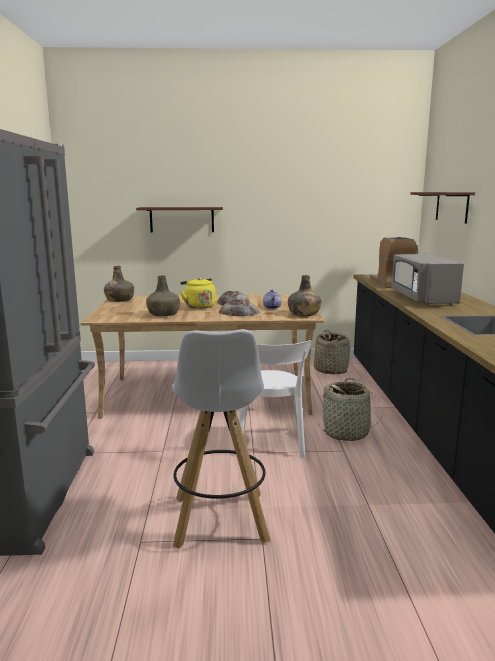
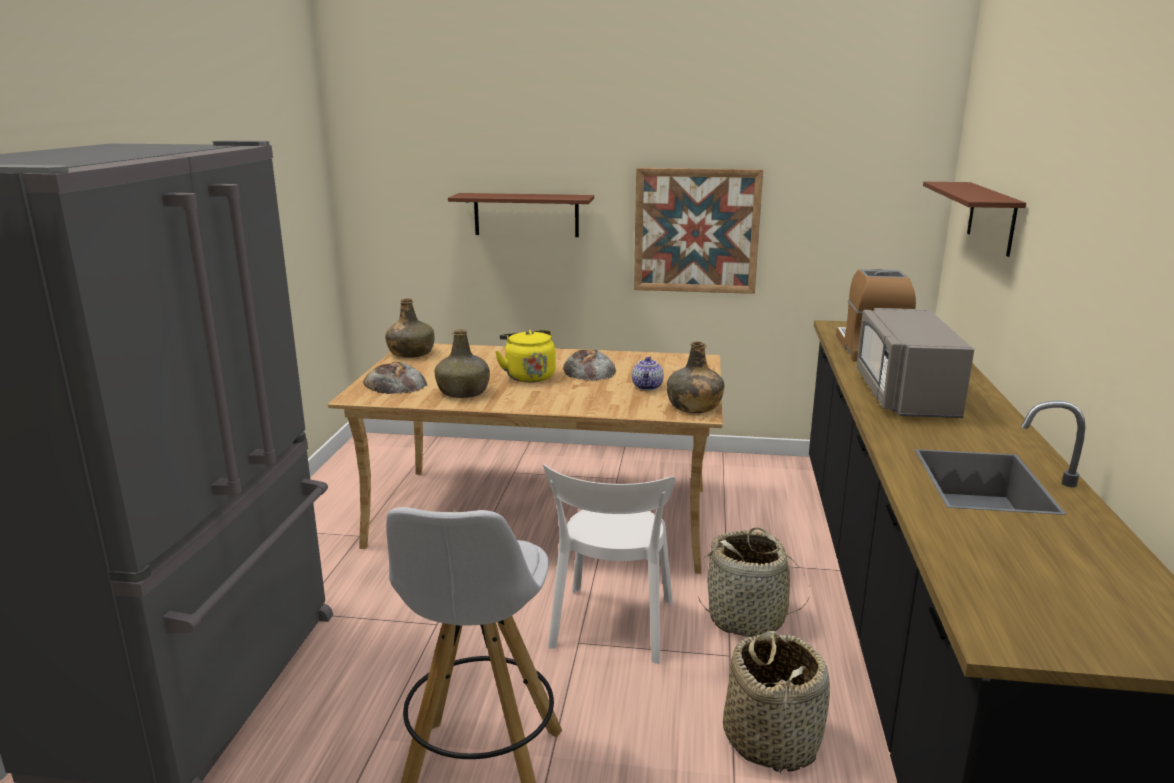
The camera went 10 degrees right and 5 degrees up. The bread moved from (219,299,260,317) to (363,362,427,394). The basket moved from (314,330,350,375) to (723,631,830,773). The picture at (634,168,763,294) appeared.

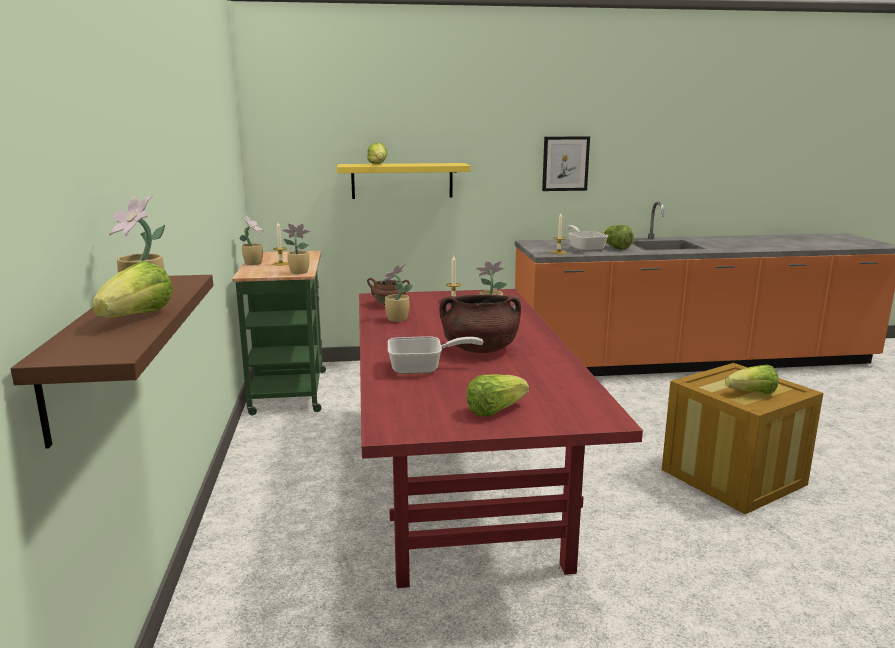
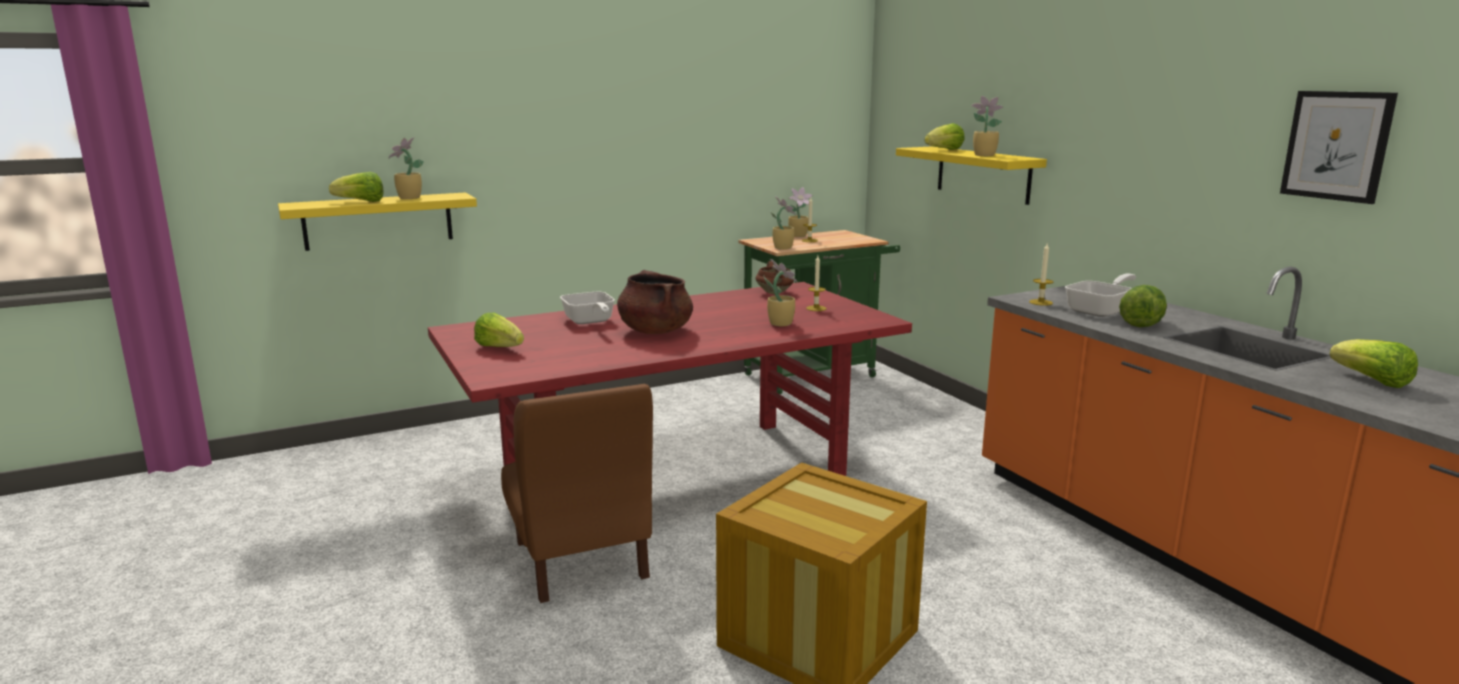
The camera went 70 degrees right and 0 degrees up. The picture moved from (542,136,590,191) to (1280,91,1398,204). The potted plant moved from (381,263,413,322) to (971,96,1004,156). The brown shelf at (11,275,213,449) became the yellow shelf at (278,192,477,251). The lettuce moved from (725,365,778,394) to (1329,339,1418,388). The brown chair at (501,384,653,603) appeared.

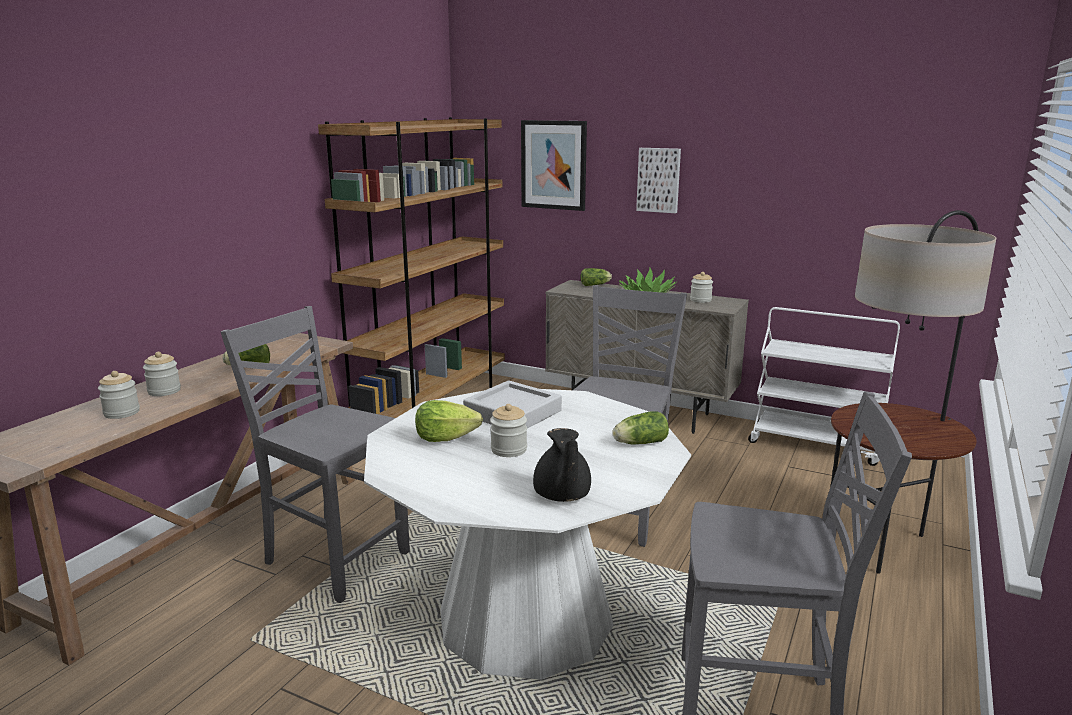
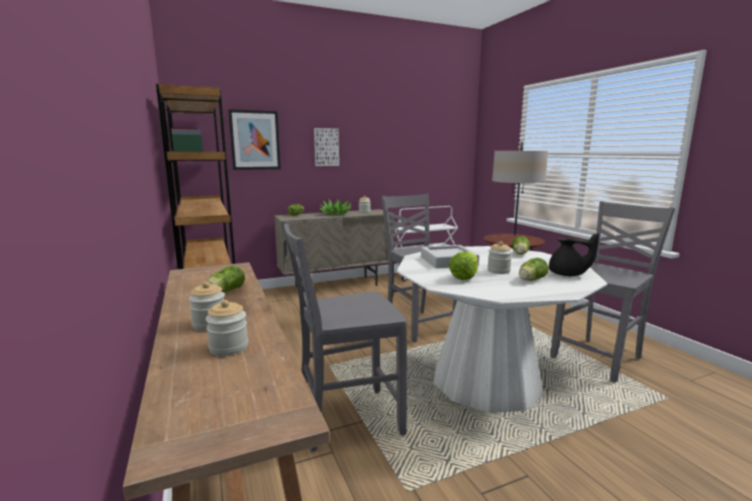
The camera went 50 degrees left and 5 degrees down. The lettuce at (519,258,549,281) appeared.

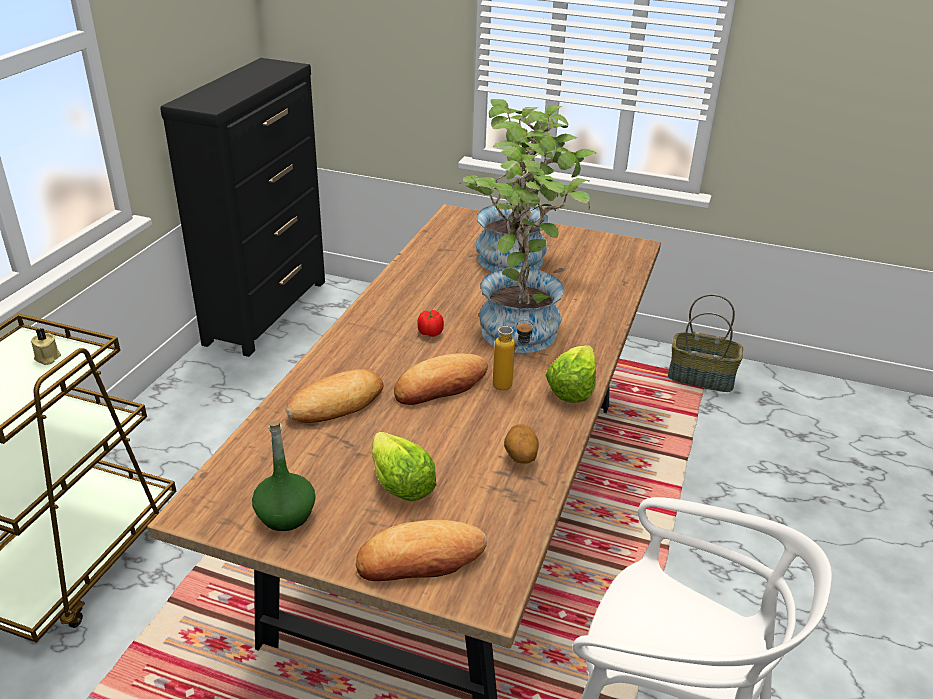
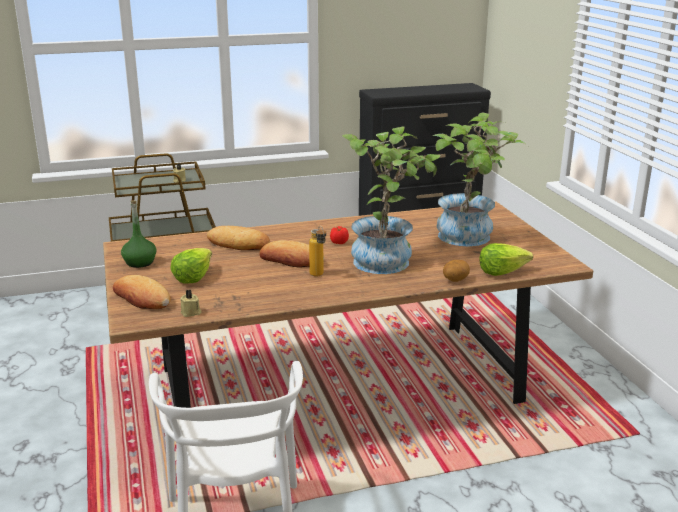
The camera went 55 degrees right and 10 degrees down. The basket at (668,294,743,392) disappeared. The lettuce moved from (545,345,596,403) to (479,243,533,276). The potato moved from (504,424,539,463) to (443,260,470,282). The beige candle at (180,289,201,317) appeared.

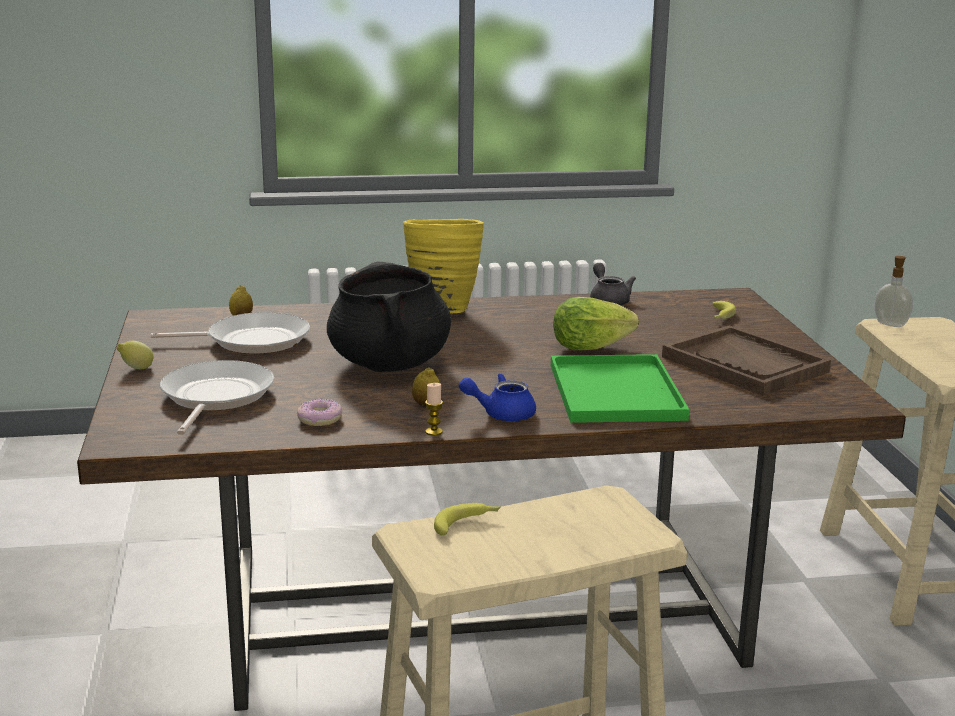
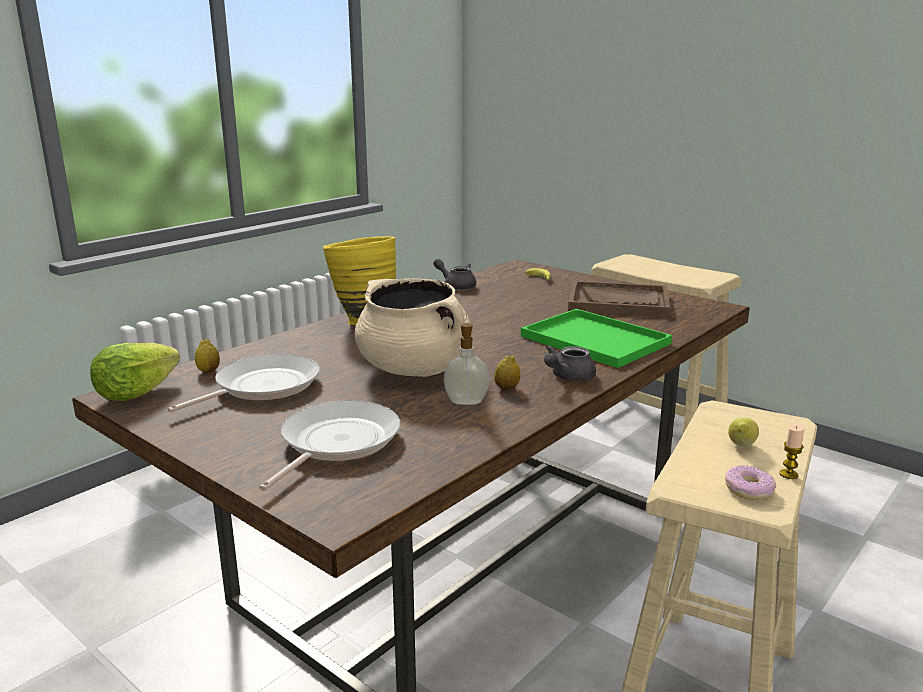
The camera went 40 degrees left and 0 degrees up. The soap dispenser moved from (874,256,913,327) to (444,323,489,405). The black cooking pot at (327,262,451,372) became the beige cooking pot at (355,278,472,377). The lettuce moved from (553,297,639,350) to (90,343,180,401). The lemon moved from (117,341,153,369) to (728,417,759,446). The frying pan at (160,360,274,435) turned 60 degrees clockwise. The blue teapot at (459,373,536,421) became the grey teapot at (544,345,596,381). The candle moved from (425,383,443,436) to (779,425,805,479). The donut moved from (297,399,342,426) to (725,465,776,500). The banana at (434,503,501,535) disappeared.

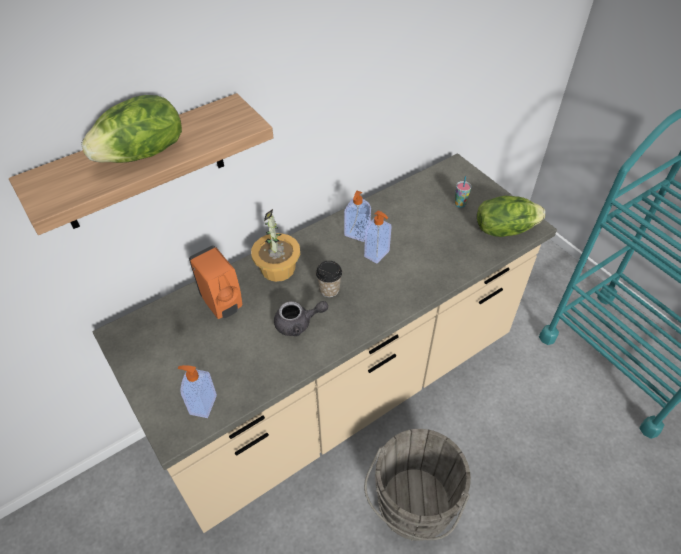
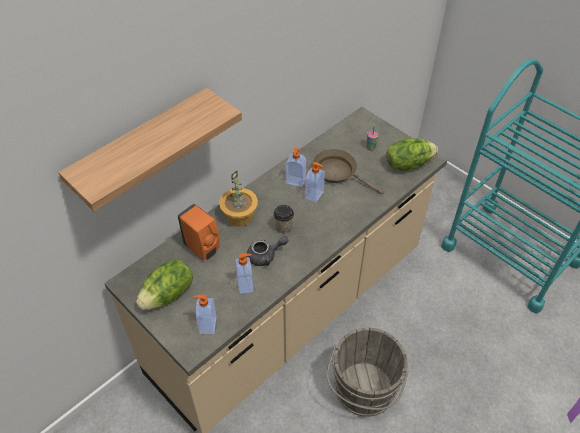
The camera went 10 degrees left and 0 degrees up. The lettuce moved from (81,95,182,163) to (136,260,193,310). The brown frying pan at (312,149,384,194) appeared. The soap dispenser at (235,253,253,294) appeared.

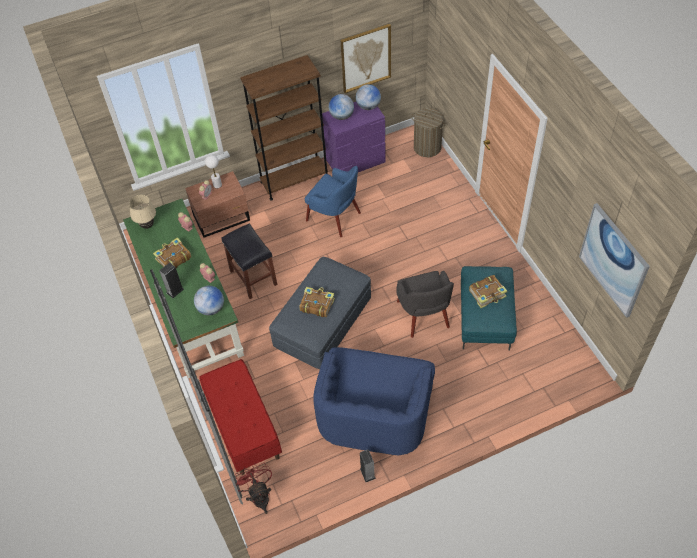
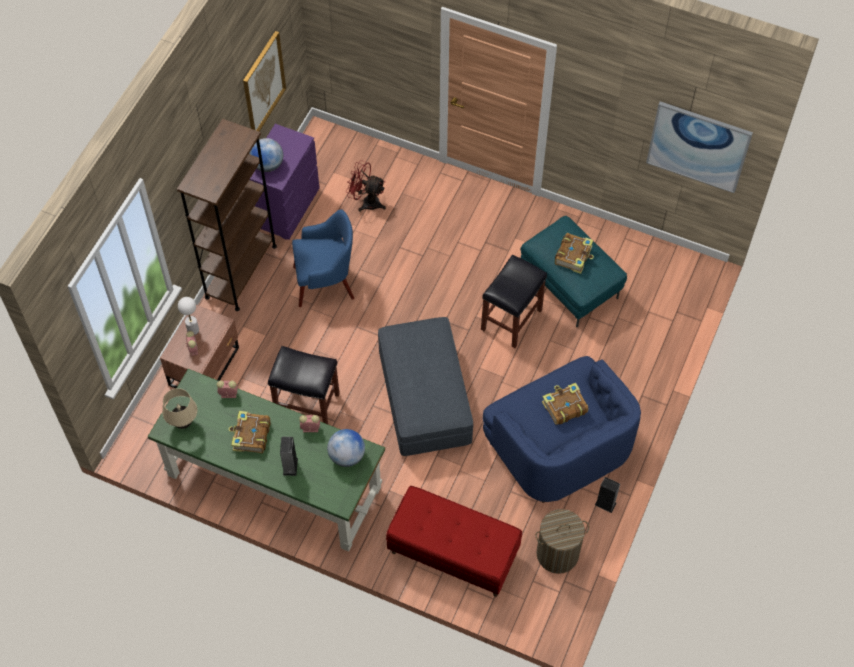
The camera went 45 degrees left and 5 degrees up. The globe at (356,84,381,110) disappeared. The laundry basket moved from (412,108,446,157) to (535,509,589,574). The grey armchair at (396,271,454,338) was replaced by the black stool at (481,255,547,348). The book moved from (299,287,335,317) to (542,383,588,425). The red fan moved from (235,462,272,514) to (346,160,386,212).

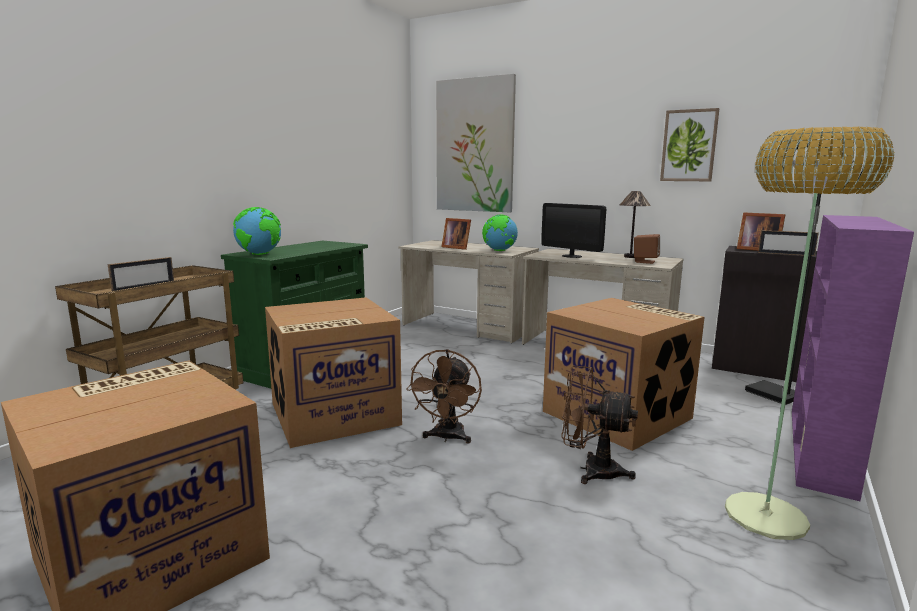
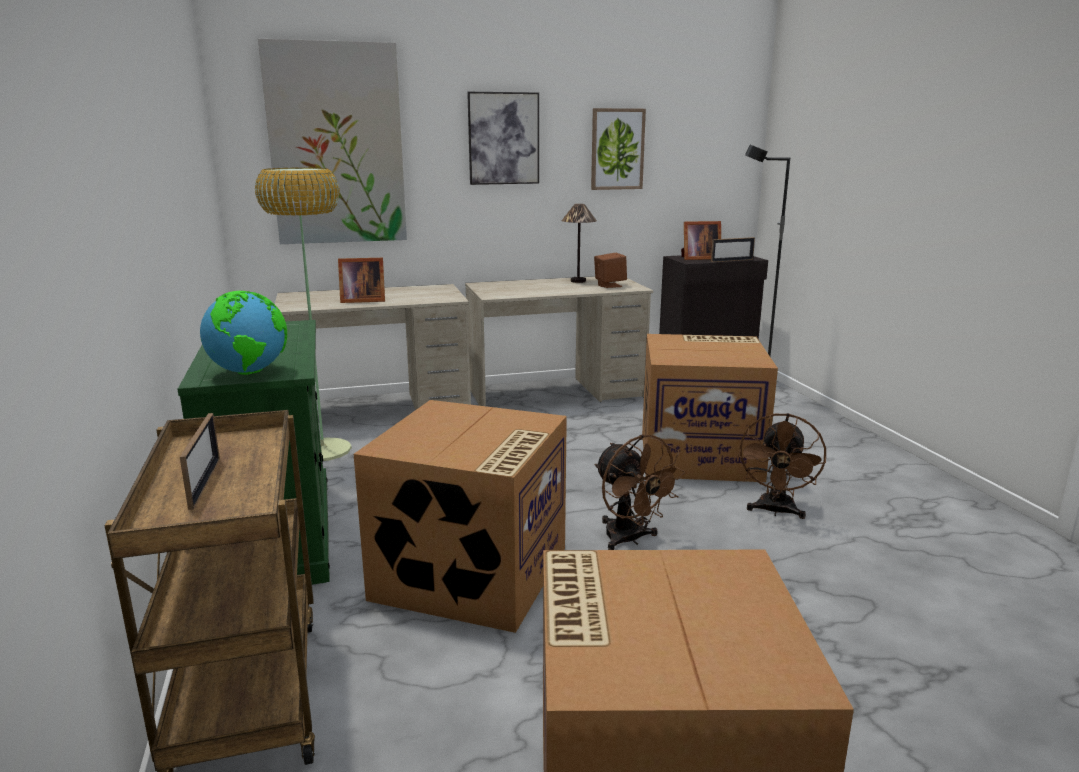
The camera went 45 degrees left and 5 degrees up. The floor lamp moved from (725,127,895,540) to (255,167,352,461). The monitor at (541,203,606,258) disappeared. The globe at (482,214,518,251) disappeared. The purple bookcase at (792,215,914,501) disappeared. The brown fan at (561,366,638,484) turned 45 degrees counterclockwise. The picture at (467,92,539,185) appeared.

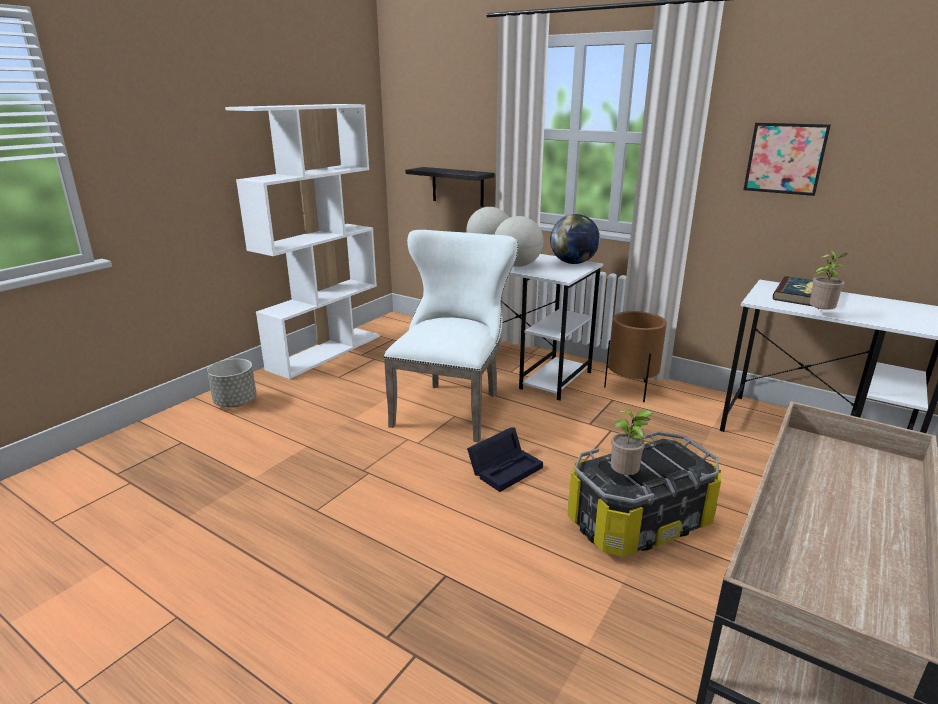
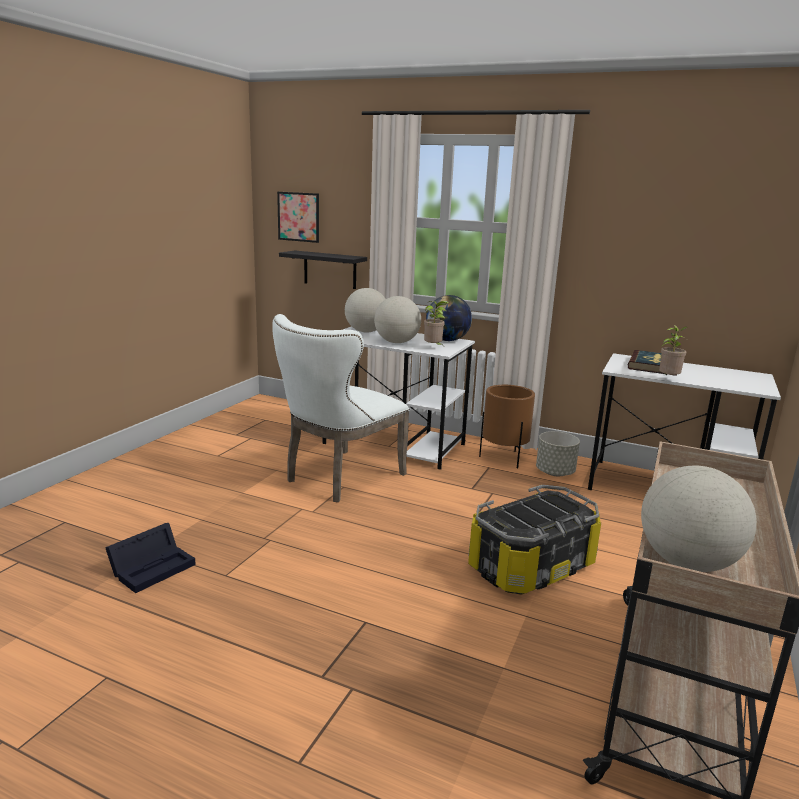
The camera went 10 degrees left and 5 degrees down. The white bookcase at (225,104,380,379) disappeared. The picture moved from (743,123,831,196) to (277,192,319,243). The white chair at (384,230,518,443) turned 150 degrees counterclockwise. The grey planter moved from (207,359,257,407) to (536,431,580,476). The potted plant moved from (611,410,653,475) to (424,301,449,345). The black storage box moved from (467,427,543,492) to (105,523,196,593). The globe at (641,466,757,572) appeared.

